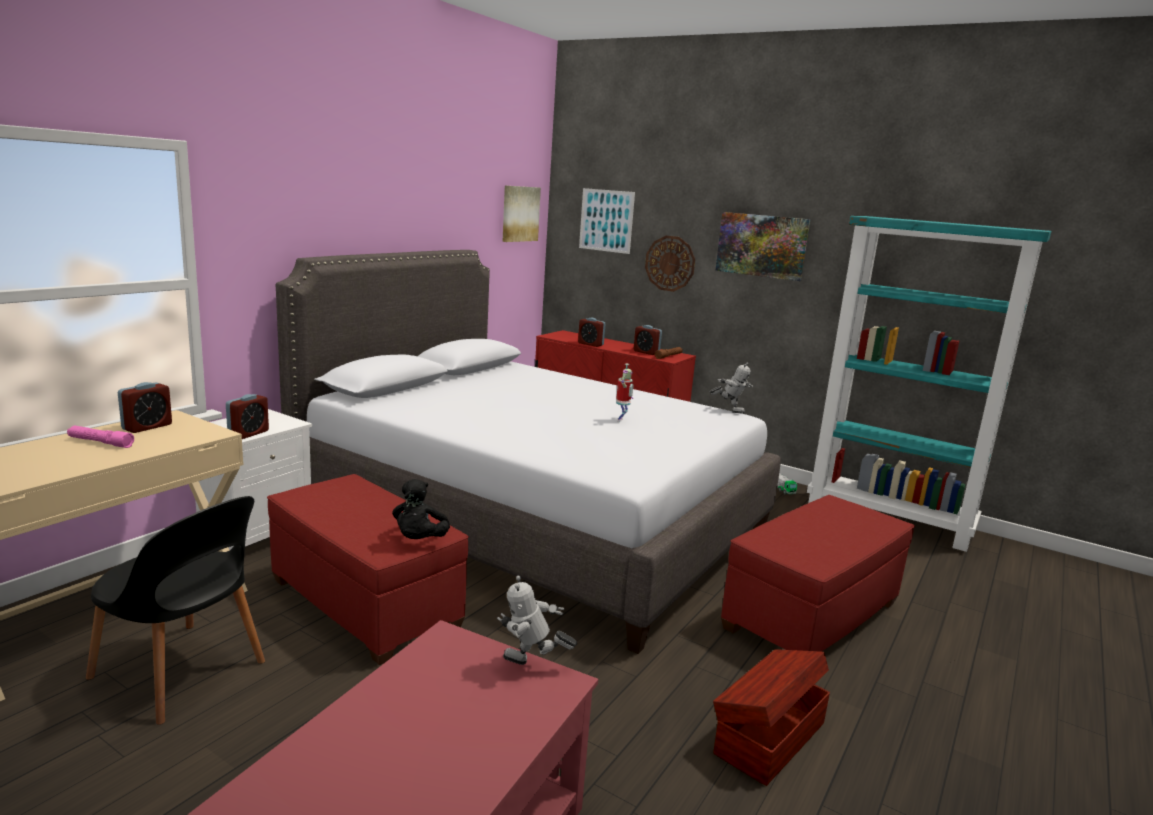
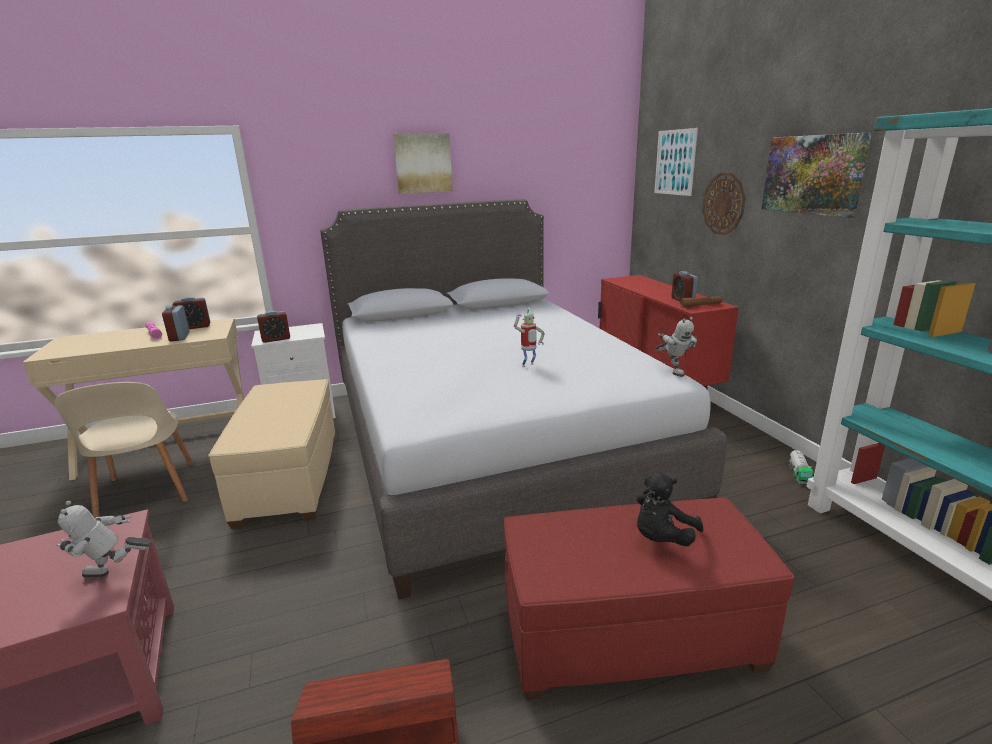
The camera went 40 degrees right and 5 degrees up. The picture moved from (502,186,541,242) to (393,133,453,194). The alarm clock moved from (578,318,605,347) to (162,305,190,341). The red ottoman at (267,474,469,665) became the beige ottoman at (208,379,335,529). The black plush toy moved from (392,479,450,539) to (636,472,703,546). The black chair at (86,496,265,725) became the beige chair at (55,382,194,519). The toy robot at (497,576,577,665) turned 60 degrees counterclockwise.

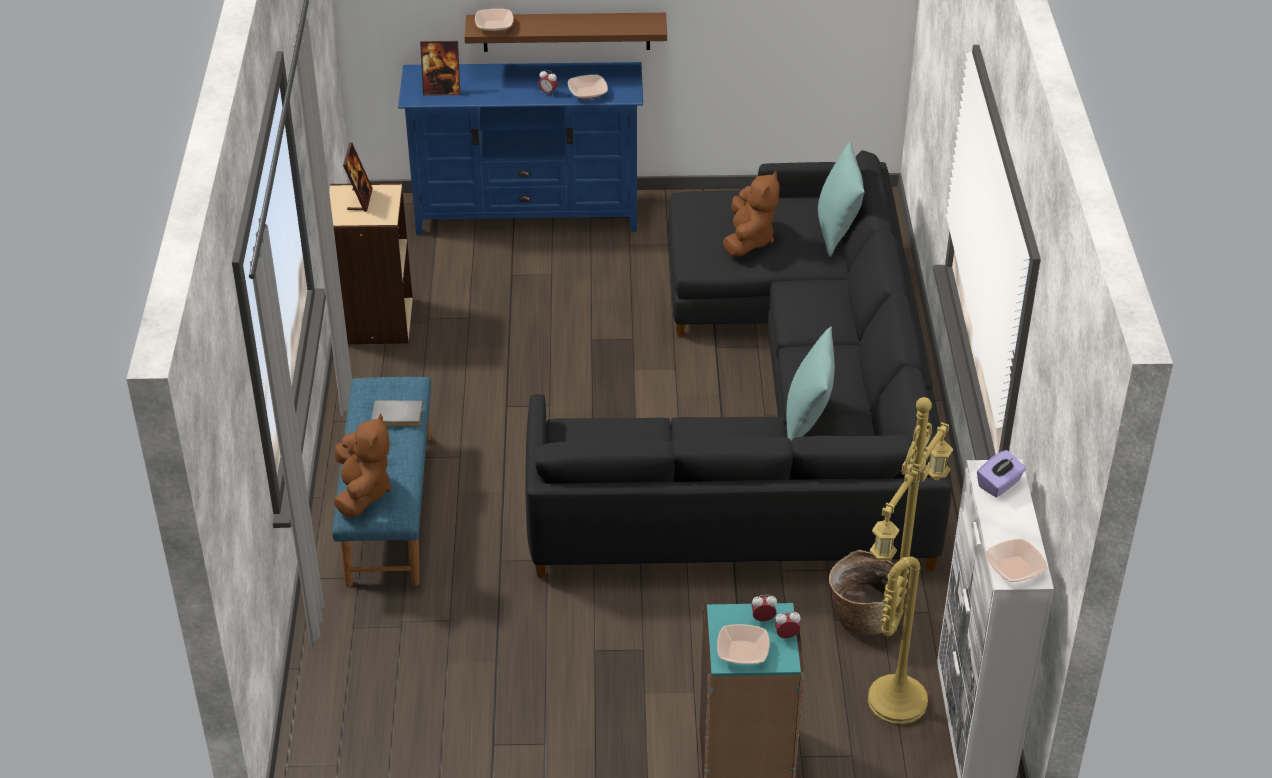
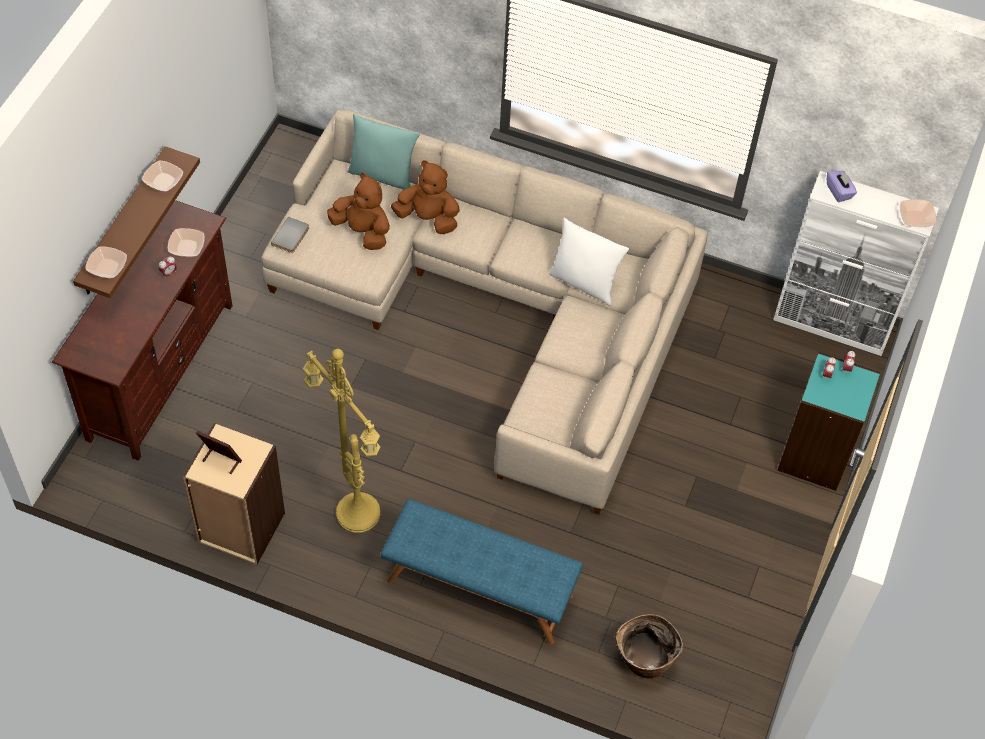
The camera went 70 degrees left and 15 degrees up. The picture frame at (420,41,460,96) disappeared. The blue tv stand at (398,62,643,235) became the brown tv stand at (52,200,232,461). The black sofa at (525,150,952,577) became the beige sofa at (261,110,708,515). The turquoise pillow at (786,326,835,441) became the white pillow at (549,218,629,306). The yellow floor lamp moved from (868,397,953,725) to (303,349,381,533). The grey book moved from (371,400,423,426) to (271,217,309,253). The brown plush toy moved from (334,413,392,518) to (391,160,460,234). The basket moved from (829,549,895,635) to (615,614,683,678). The bowl moved from (717,624,770,664) to (142,161,183,191).

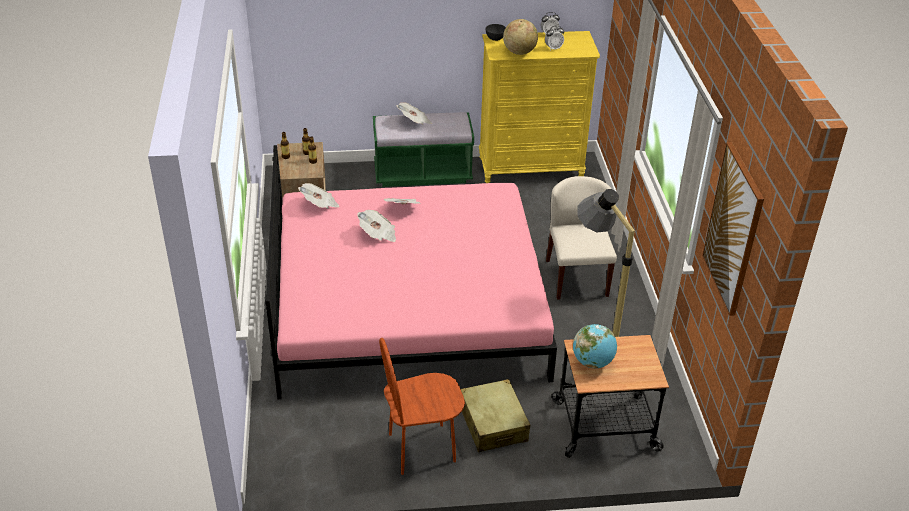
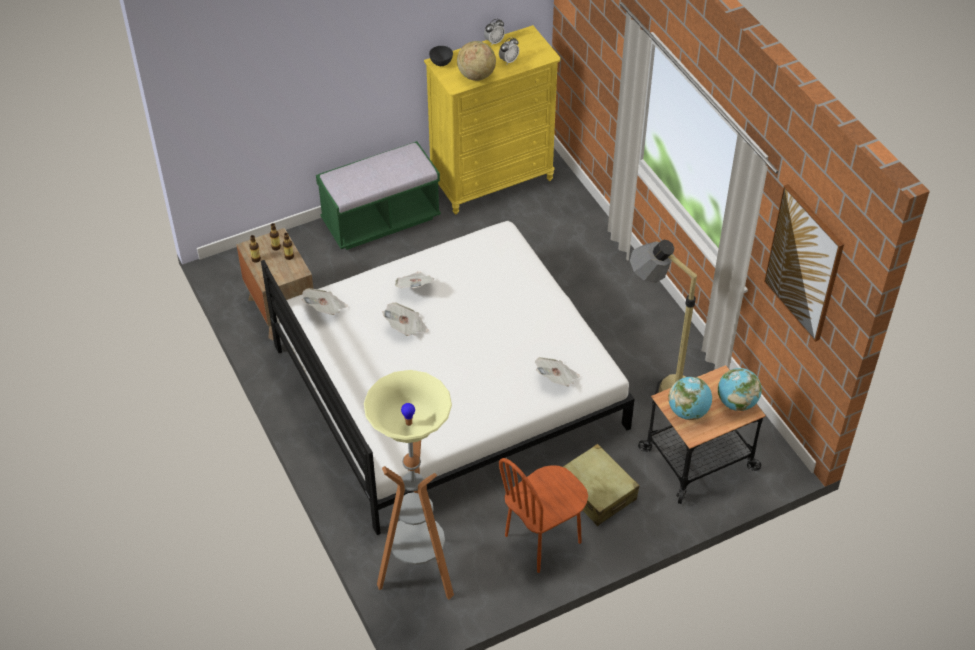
The camera went 20 degrees left and 10 degrees up. The newspaper moved from (396,102,433,124) to (535,357,580,386). The pink bed at (265,145,557,399) became the white bed at (261,221,634,535). The beige chair at (546,176,617,300) disappeared. The globe at (718,368,762,411) appeared. The floor lamp at (364,370,454,600) appeared.

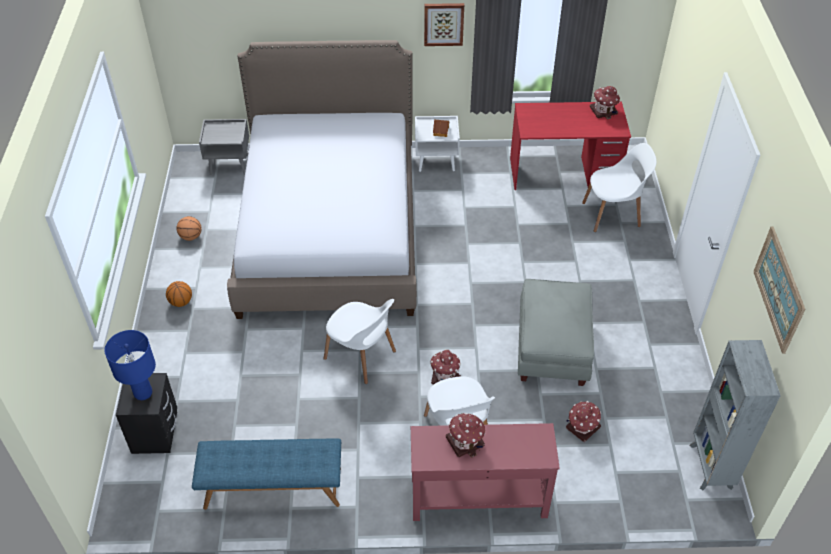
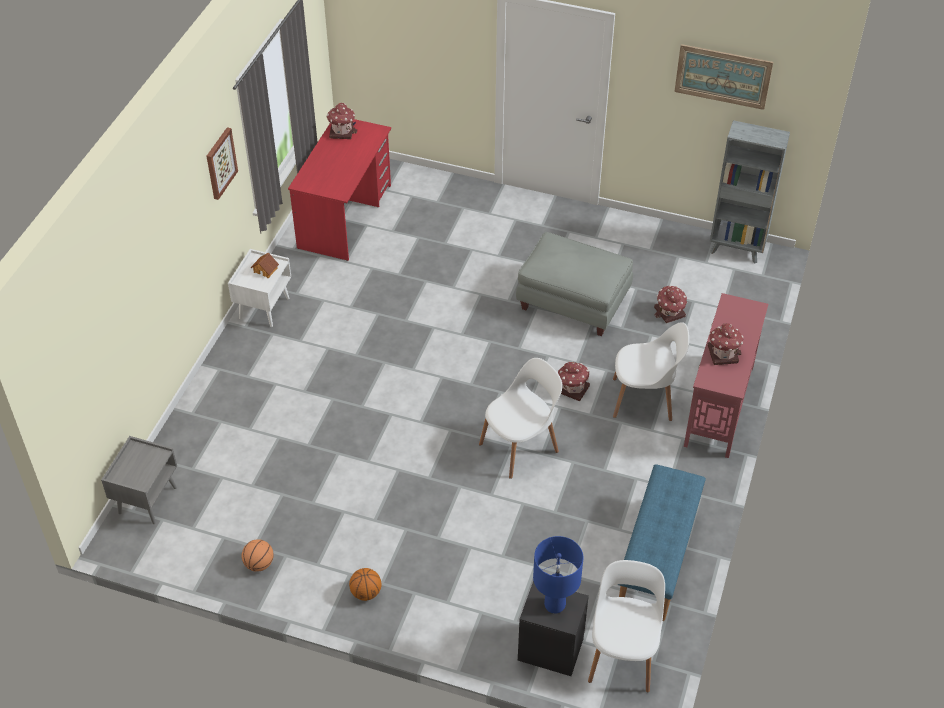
The camera went 70 degrees left and 0 degrees up. The bed at (227,40,417,319) disappeared. The white chair moved from (582,143,657,232) to (588,560,665,693).

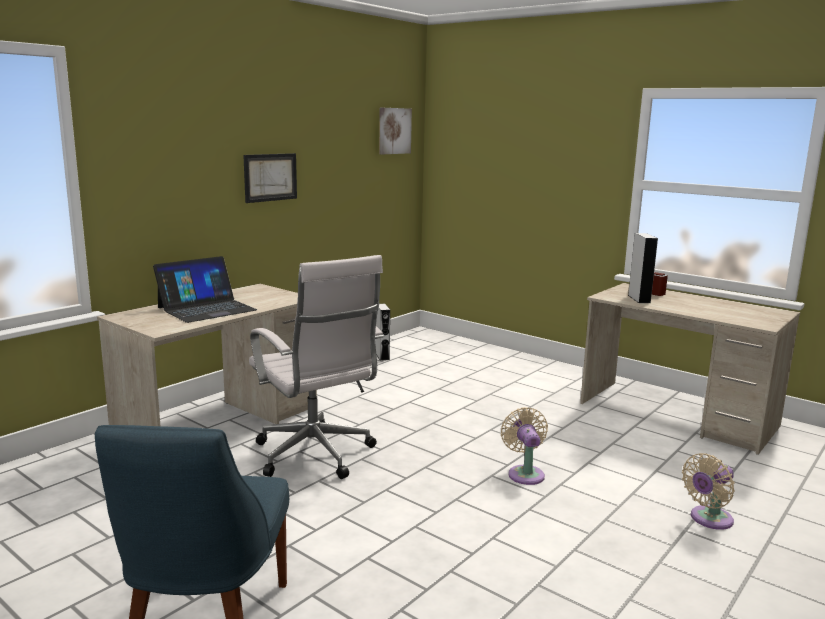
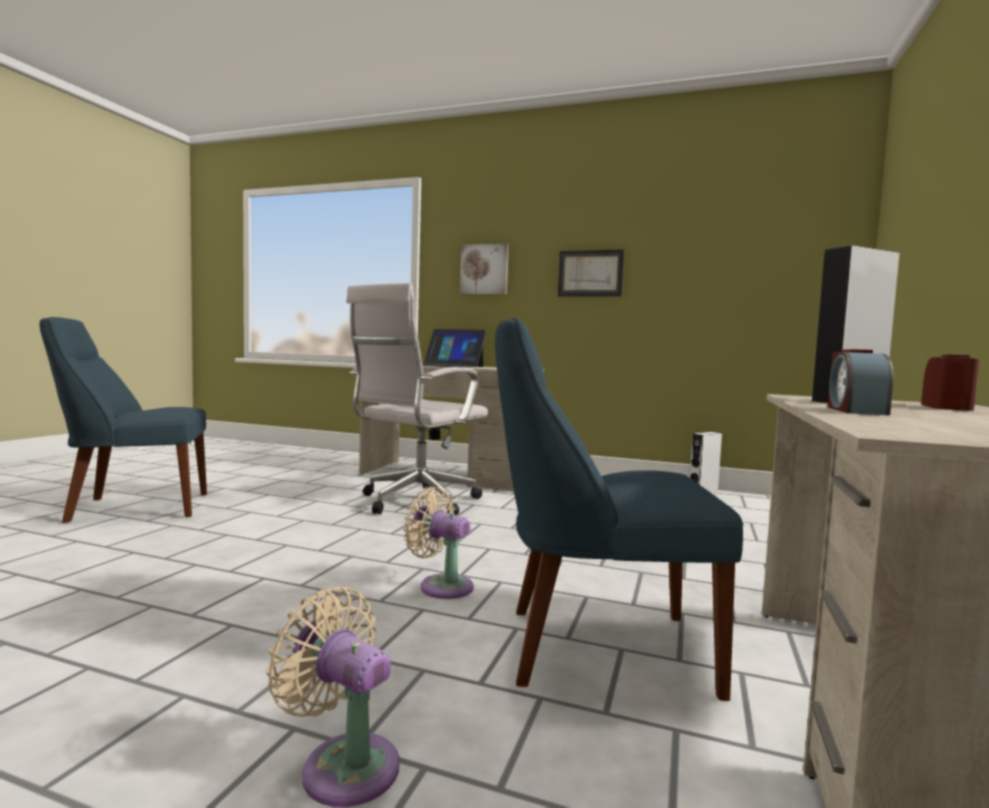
The camera went 70 degrees right and 10 degrees down. The picture moved from (379,108,412,154) to (460,244,509,294). The beige fan at (501,407,548,485) turned 120 degrees counterclockwise. The blue chair at (495,318,743,701) appeared. The alarm clock at (828,349,894,415) appeared.

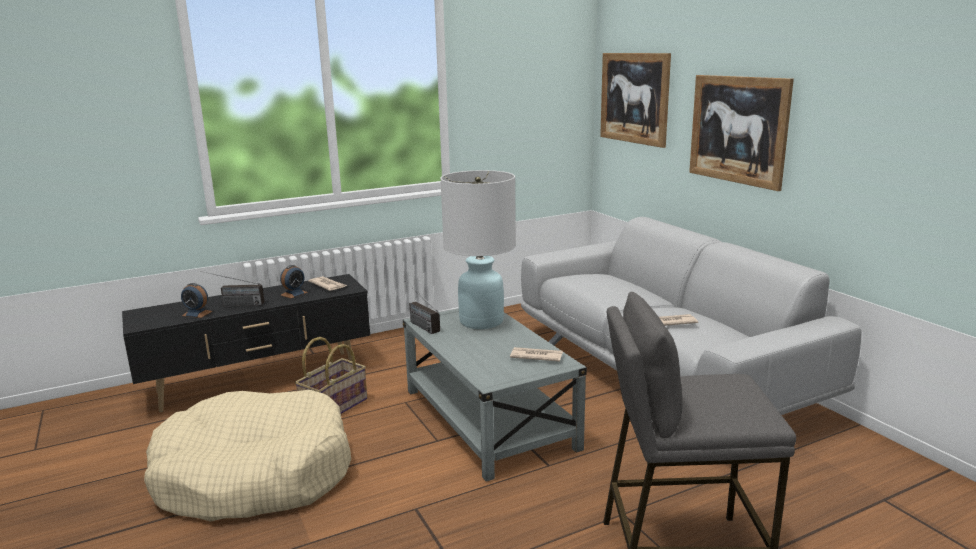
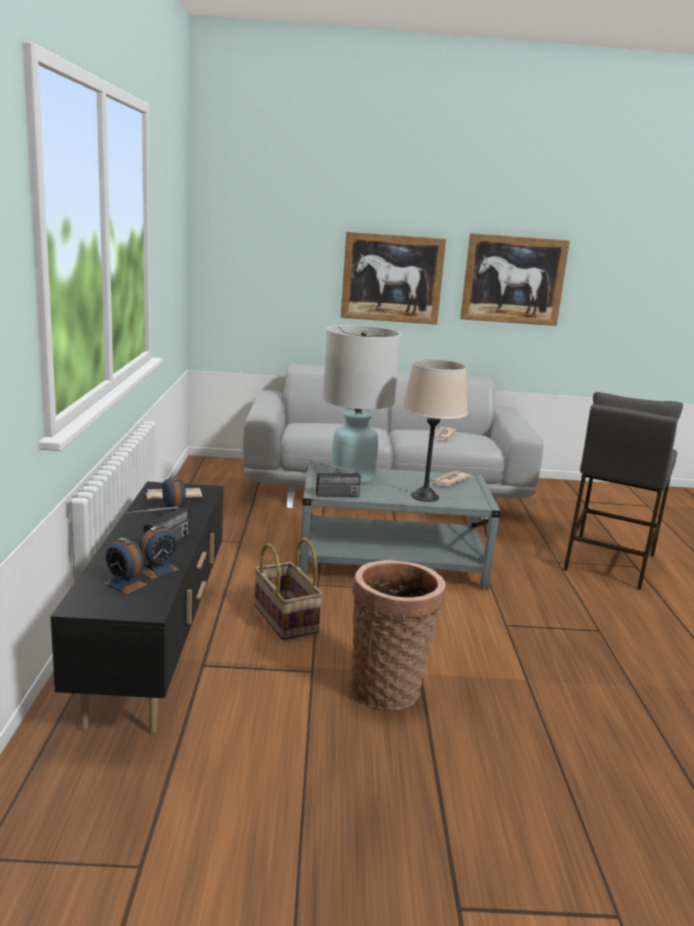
The camera went 65 degrees left and 0 degrees up. The picture moved from (600,53,671,148) to (460,233,570,326). The beige dog bed at (144,390,351,522) was replaced by the basket at (351,560,446,711). The beige table lamp at (402,359,468,502) appeared. The alarm clock at (103,538,148,595) appeared.

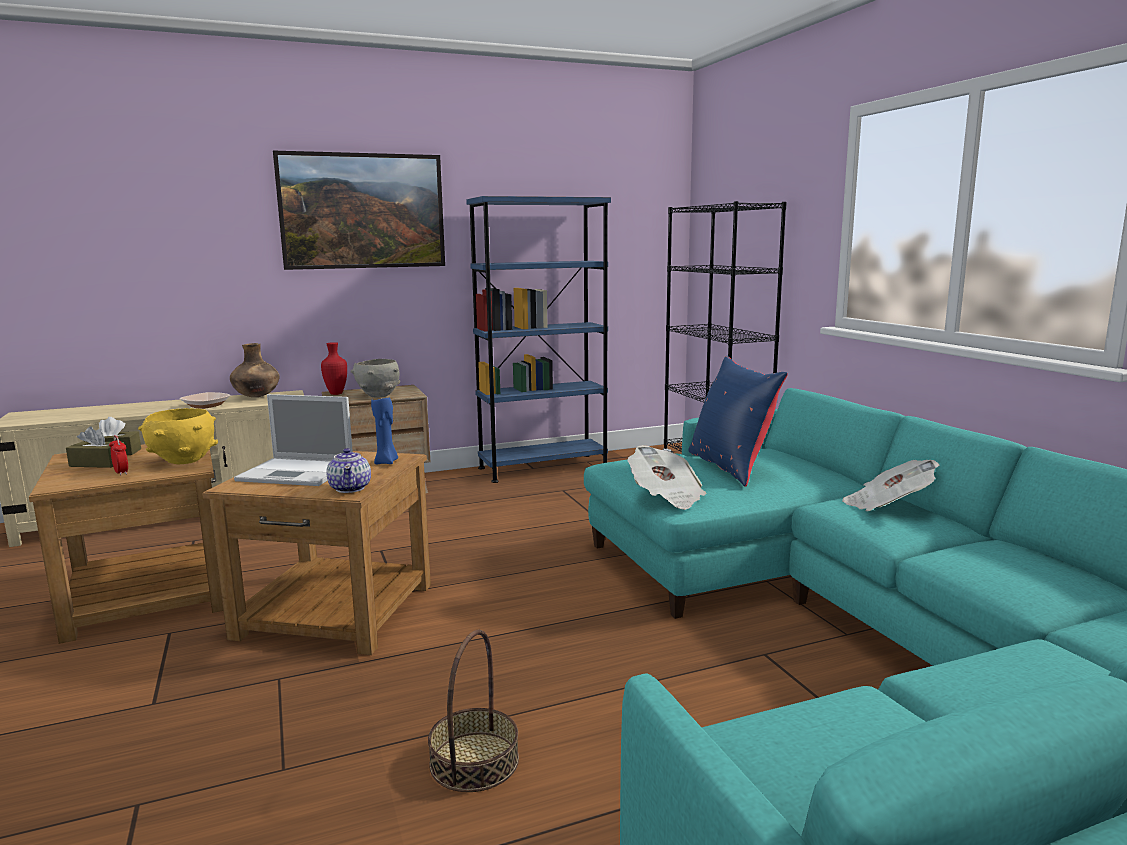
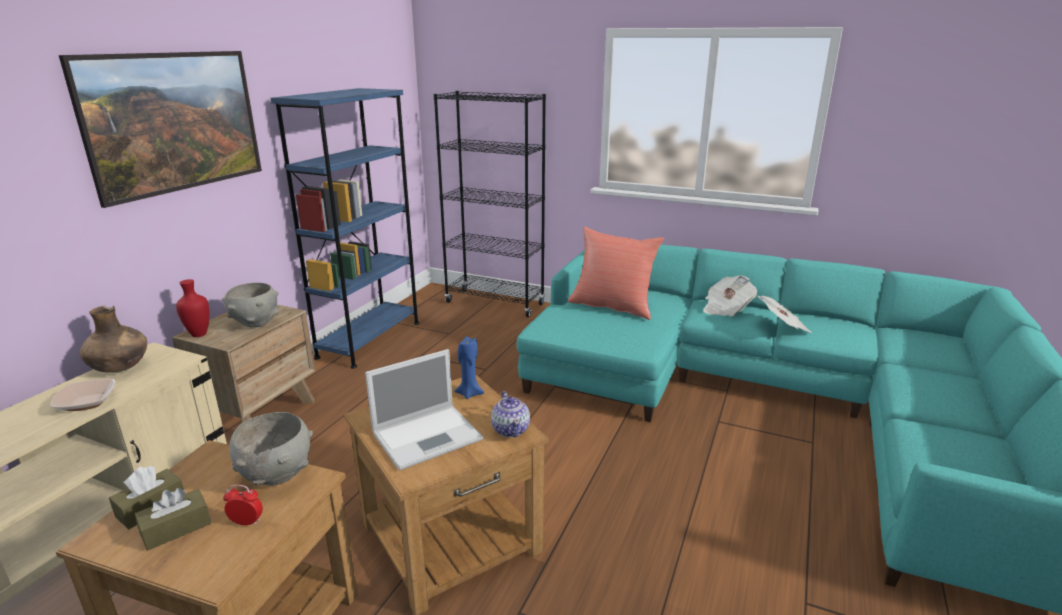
The camera went 45 degrees left and 10 degrees up. The blue pillow at (688,356,788,487) became the red pillow at (568,227,664,320). The yellow bowl at (138,408,218,464) became the grey bowl at (229,412,313,486). The newspaper moved from (628,445,706,510) to (757,296,812,333). The teapot at (326,448,371,493) turned 45 degrees clockwise. The basket at (428,630,519,792) disappeared.

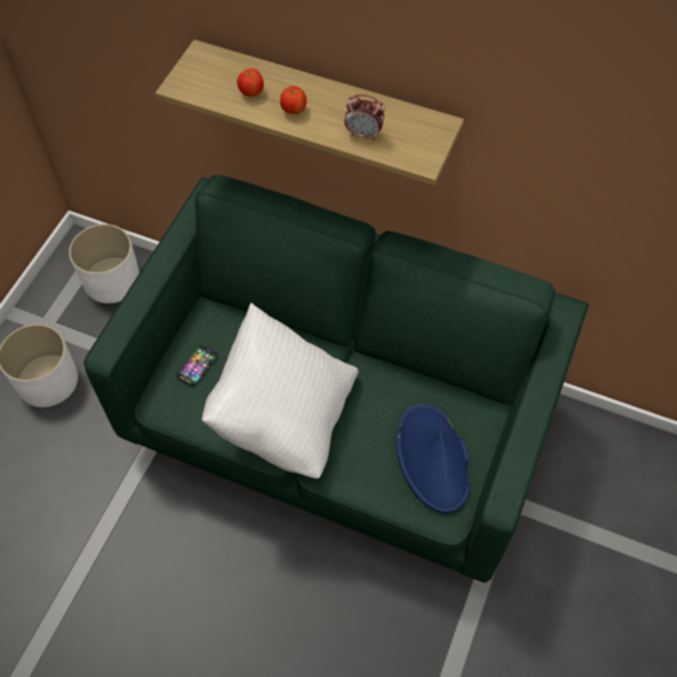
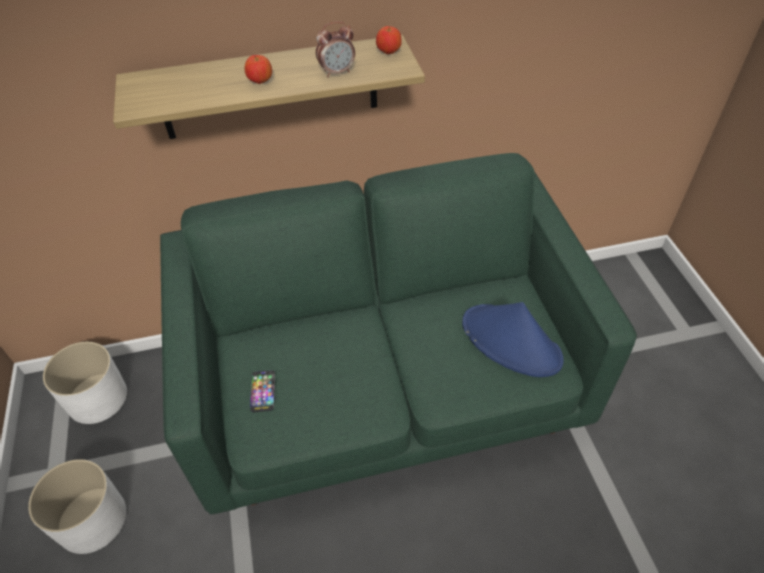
The camera went 35 degrees left and 10 degrees down. The apple moved from (237,68,264,97) to (376,26,402,54). The white pillow at (202,303,358,478) disappeared.

